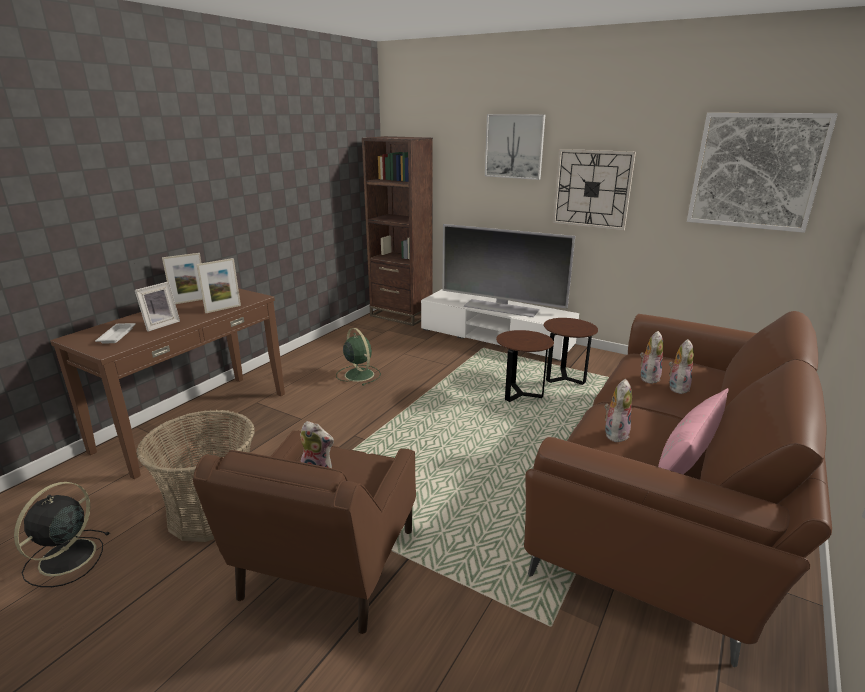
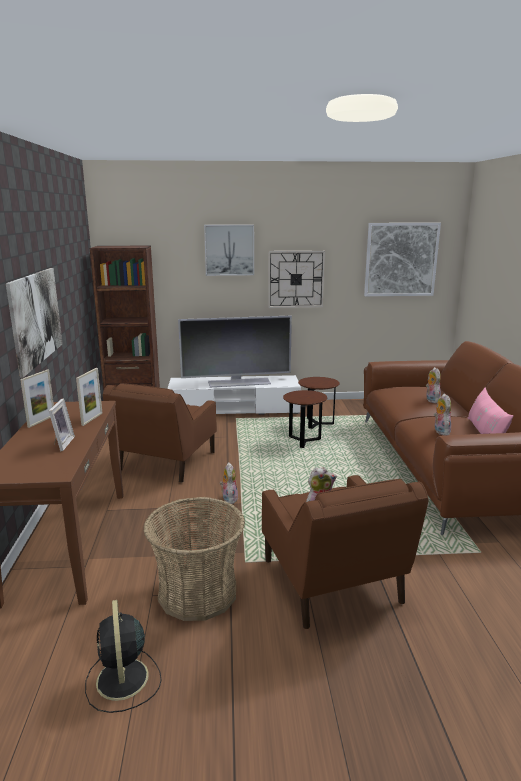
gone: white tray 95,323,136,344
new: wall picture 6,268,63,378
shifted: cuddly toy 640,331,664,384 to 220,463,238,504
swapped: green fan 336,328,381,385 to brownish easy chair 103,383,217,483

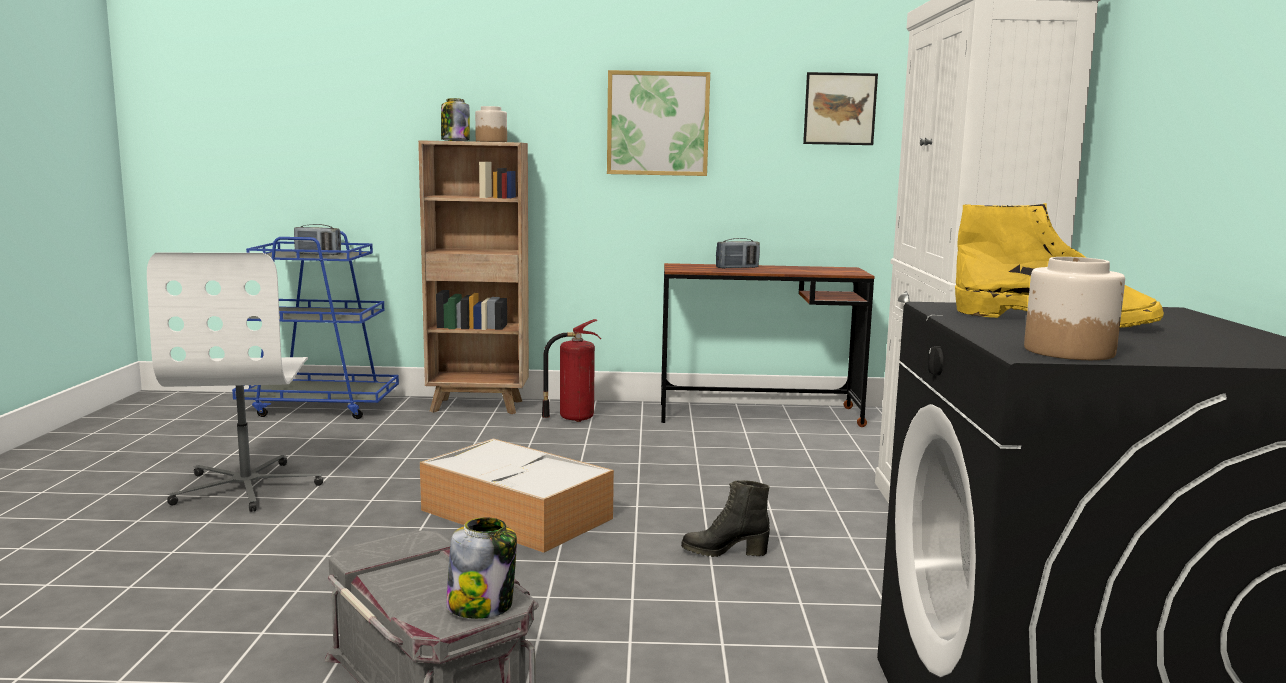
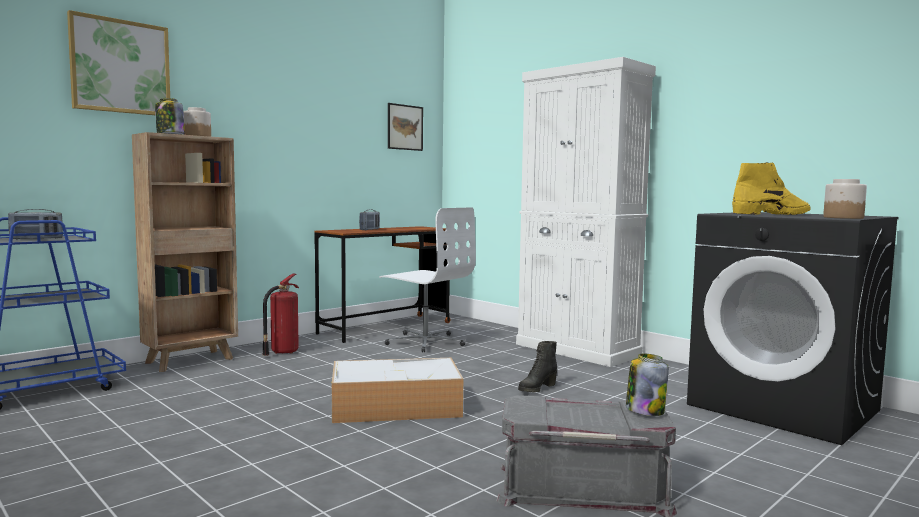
shifted: white office chair 147,253,323,512 to 379,207,476,353; wall picture 607,70,710,176 to 67,10,170,115

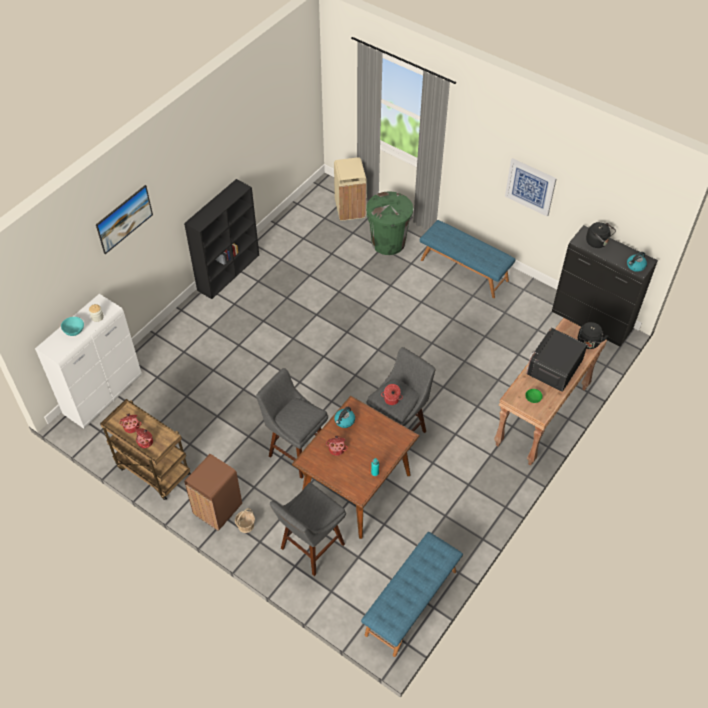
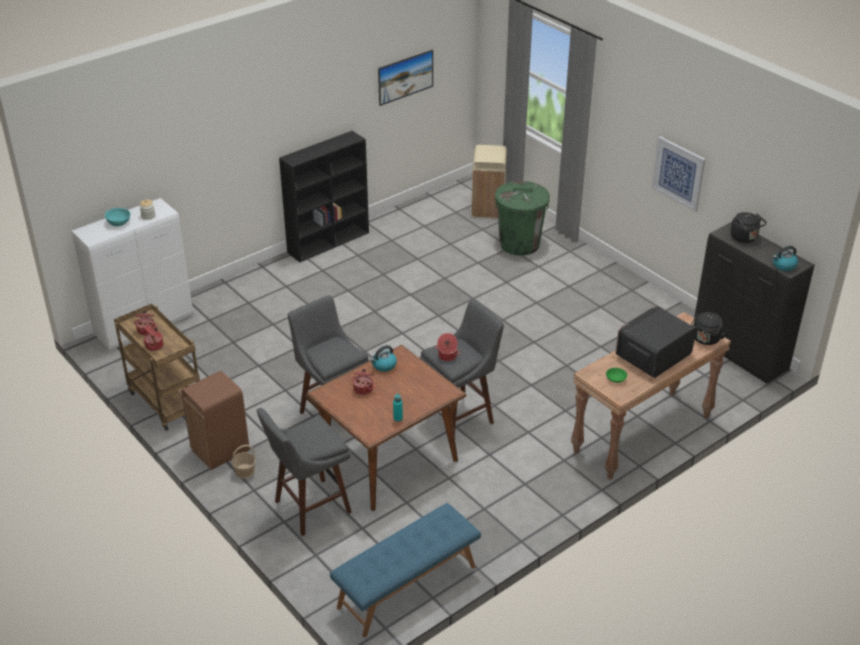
gone: blue-coloured bench 420,220,516,298
shifted: wall picture 96,185,153,254 to 378,50,433,106

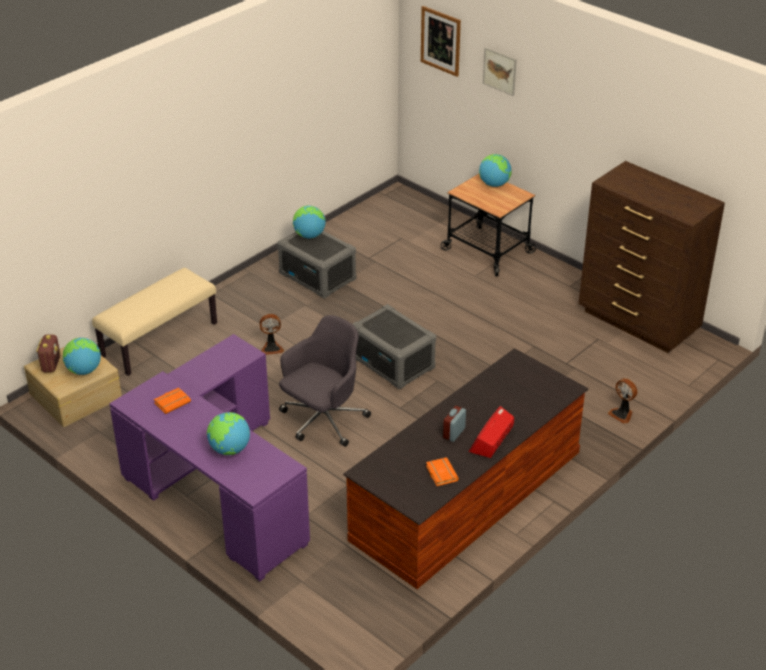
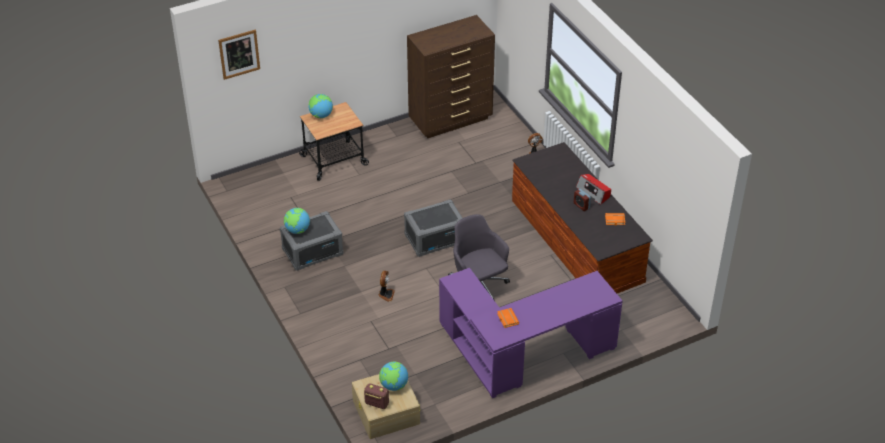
gone: beige bench 92,268,217,376; globe 207,412,250,455; wall picture 483,47,517,96

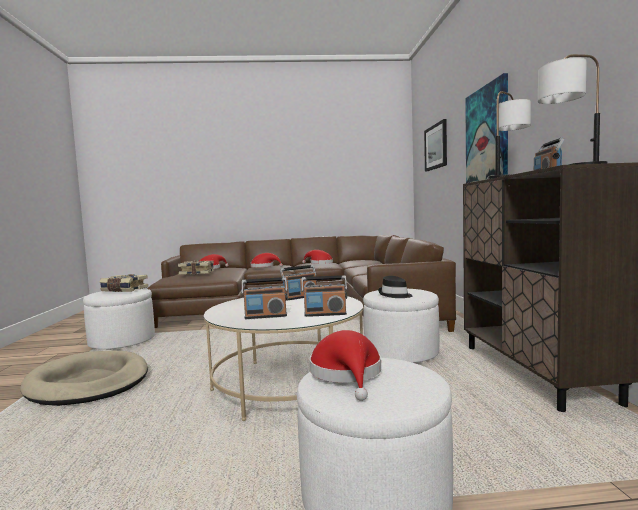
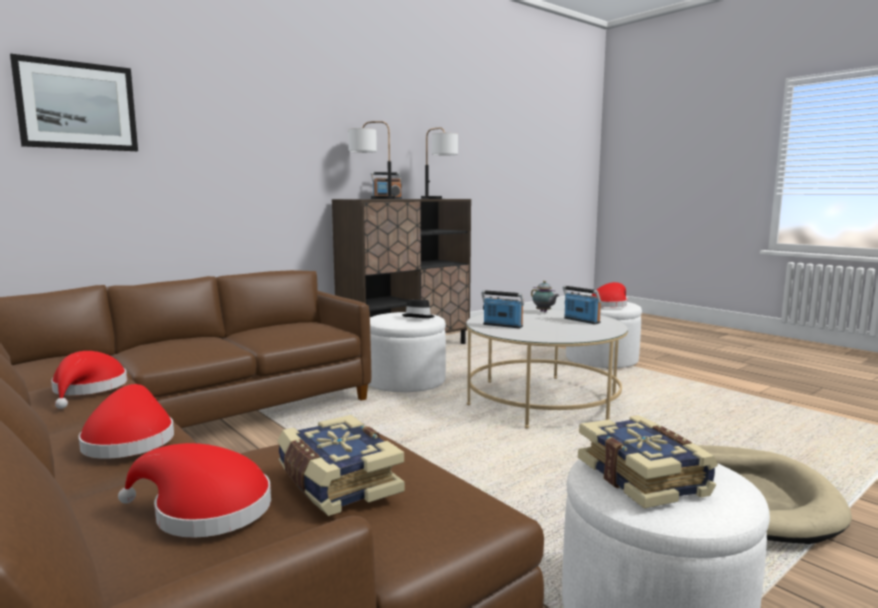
gone: wall picture 465,73,508,183
swapped: radio receiver 301,275,347,317 to tea pot 531,281,559,312

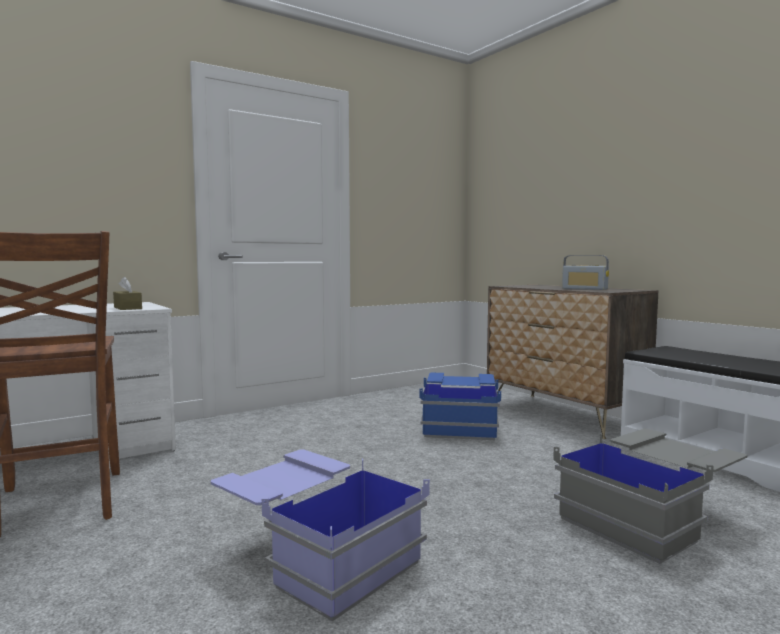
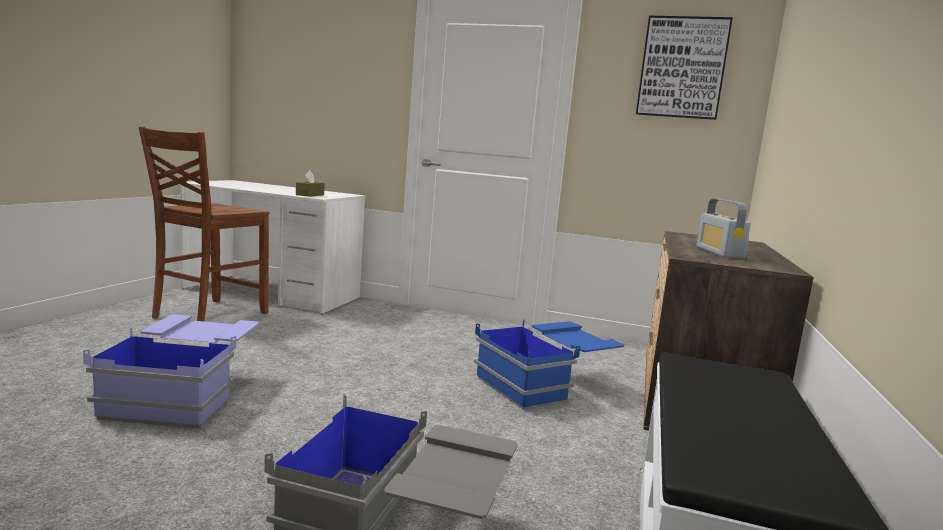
new: wall picture 636,16,733,120

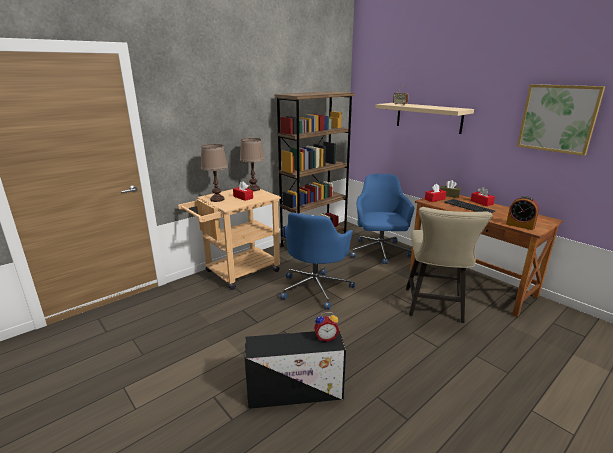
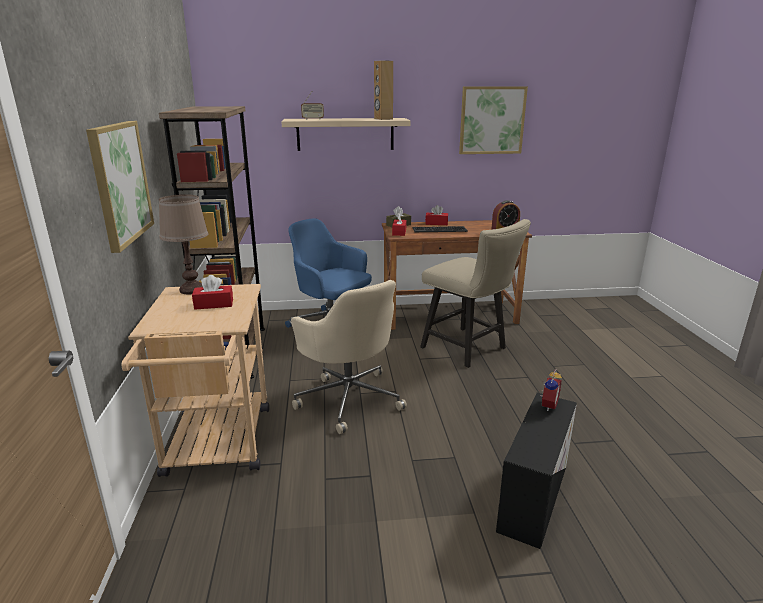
gone: brownish lamp for a table 201,144,228,202
new: wall picture 86,121,154,253; brownish speaker 374,60,393,120
repainted: blue-coloured office chair 280,212,355,310 to beige office chair 291,280,407,434

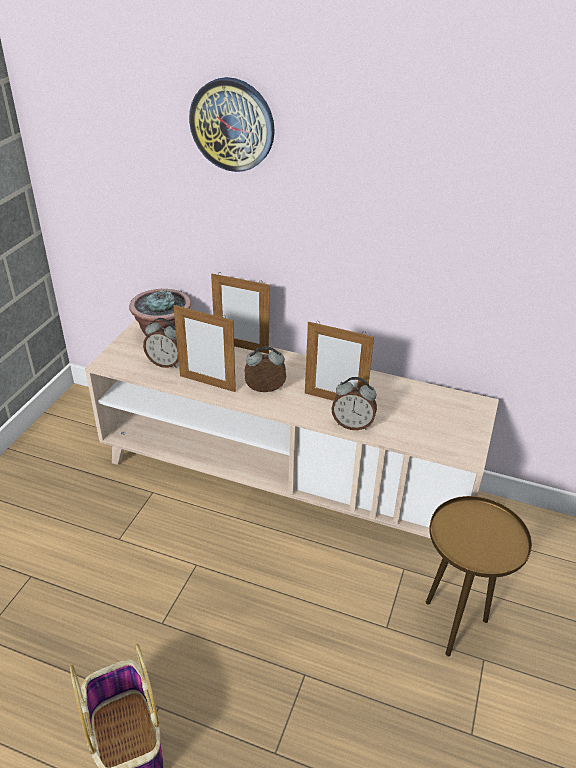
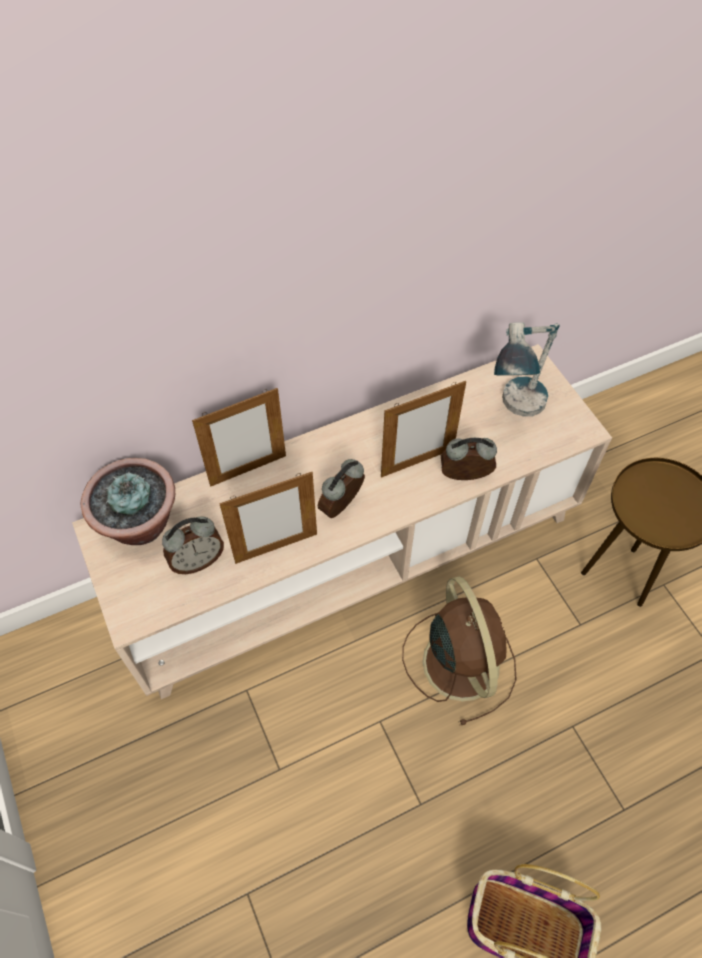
gone: hanging clock 189,77,275,172
new: brownish fan 402,576,517,726; lamp for a table 494,322,560,417
rotated: bedside clock 331,377,377,430 = 441,438,497,480 150 degrees counterclockwise

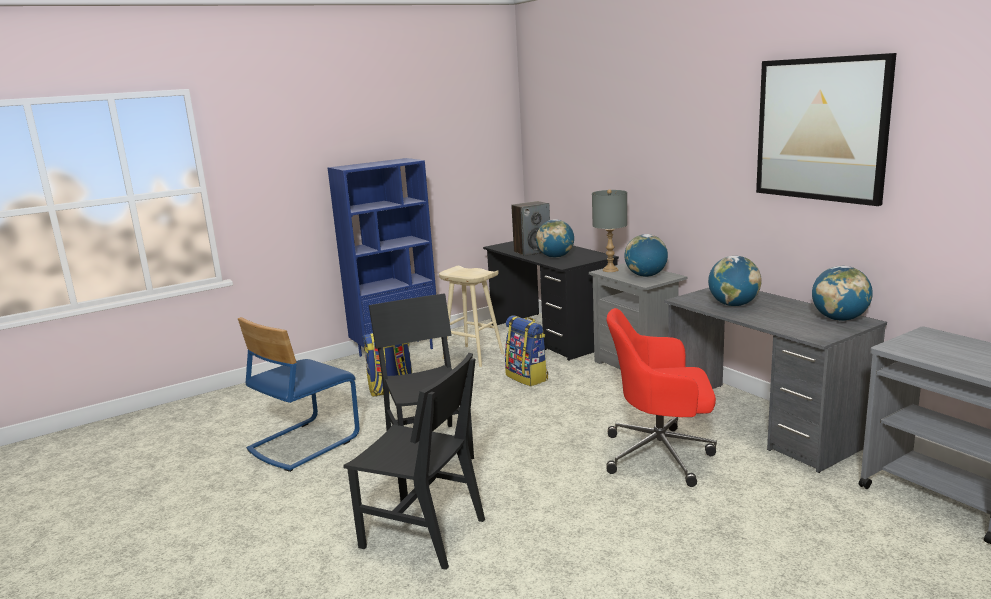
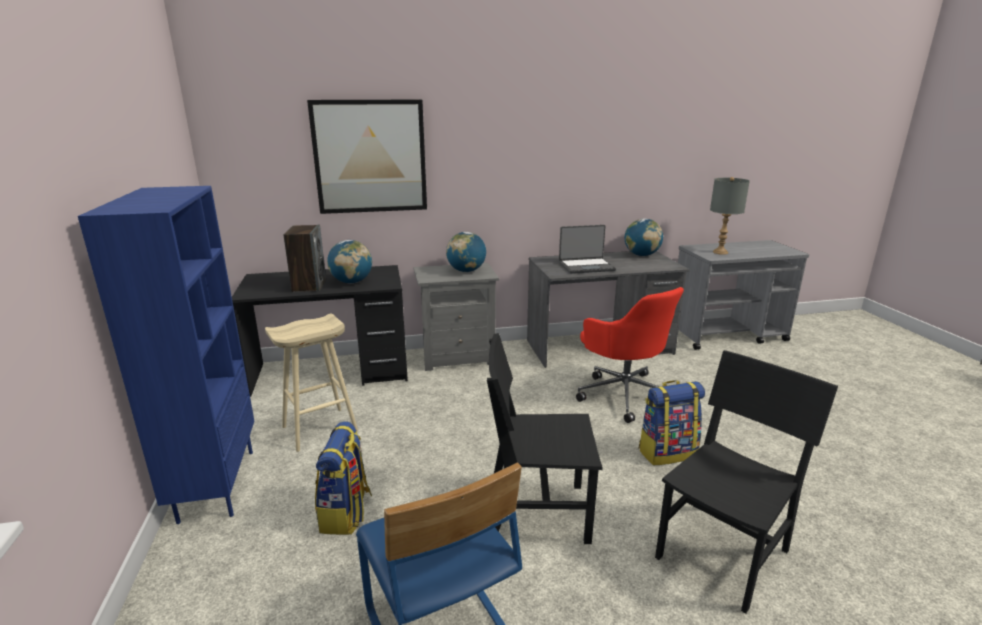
shifted: knapsack 505,315,548,386 to 639,380,705,465; greyish lamp for a table 592,189,627,272 to 710,177,750,255; wall picture 756,53,896,206 to 307,100,427,214
swapped: globe 708,256,762,306 to laptop 559,225,616,274
rotated: reddish office chair 606,308,717,487 = 576,287,684,423 60 degrees counterclockwise

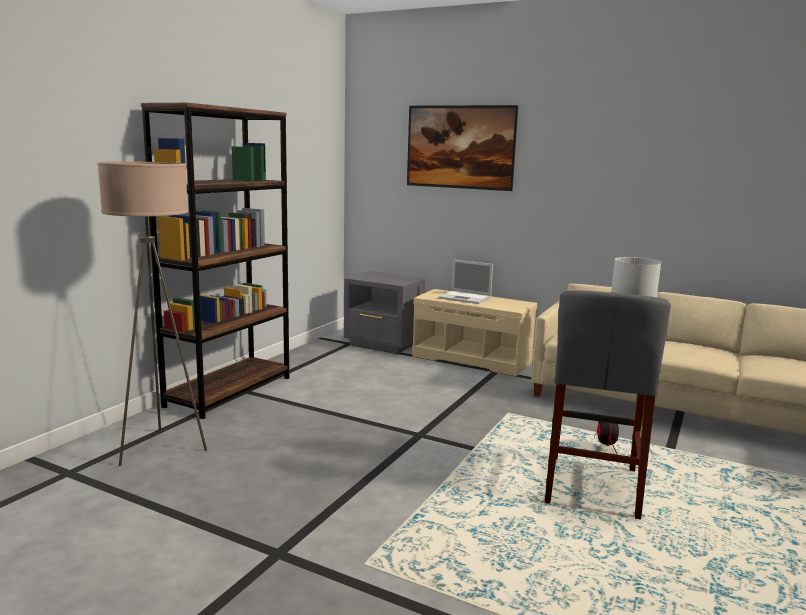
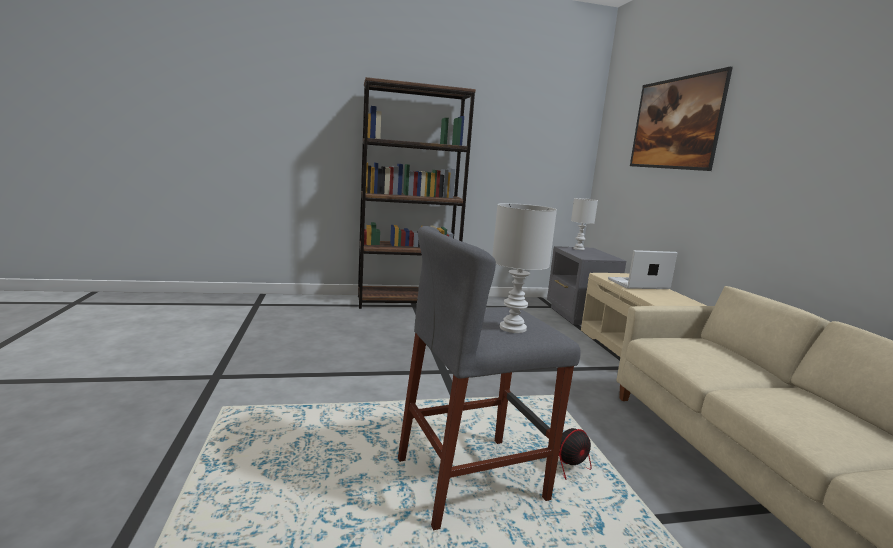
gone: beige standard lamp 97,161,207,466
new: white lamp for a table 571,198,598,250
rotated: laptop 439,260,493,304 = 608,250,677,289 90 degrees clockwise

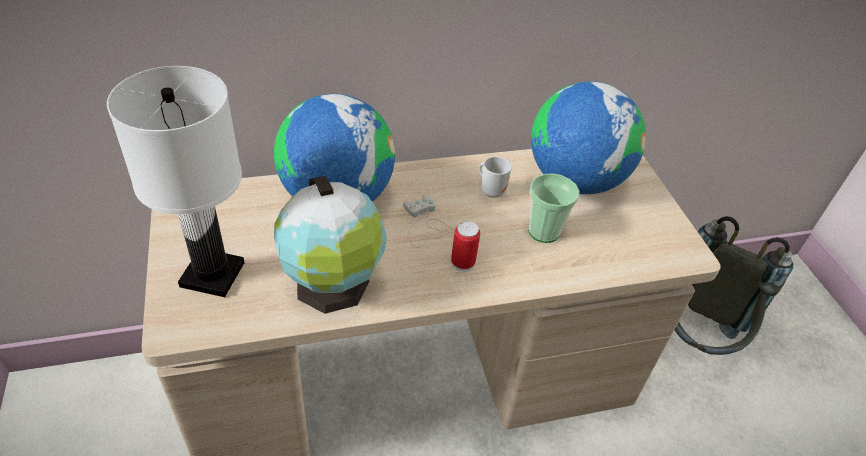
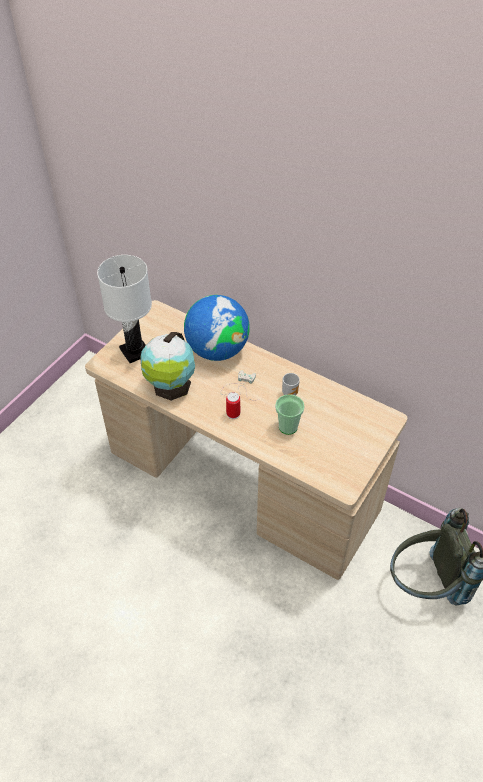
gone: globe 531,81,646,194

